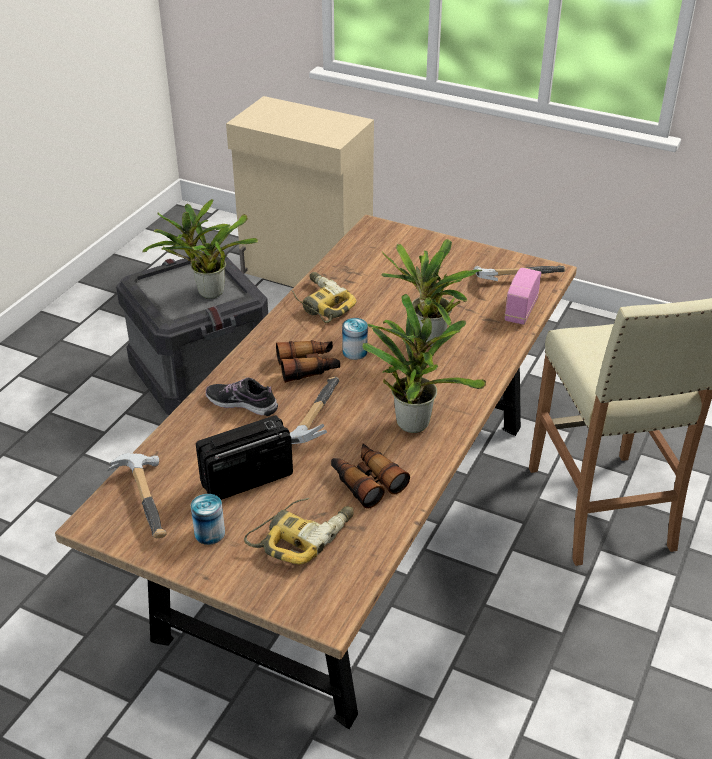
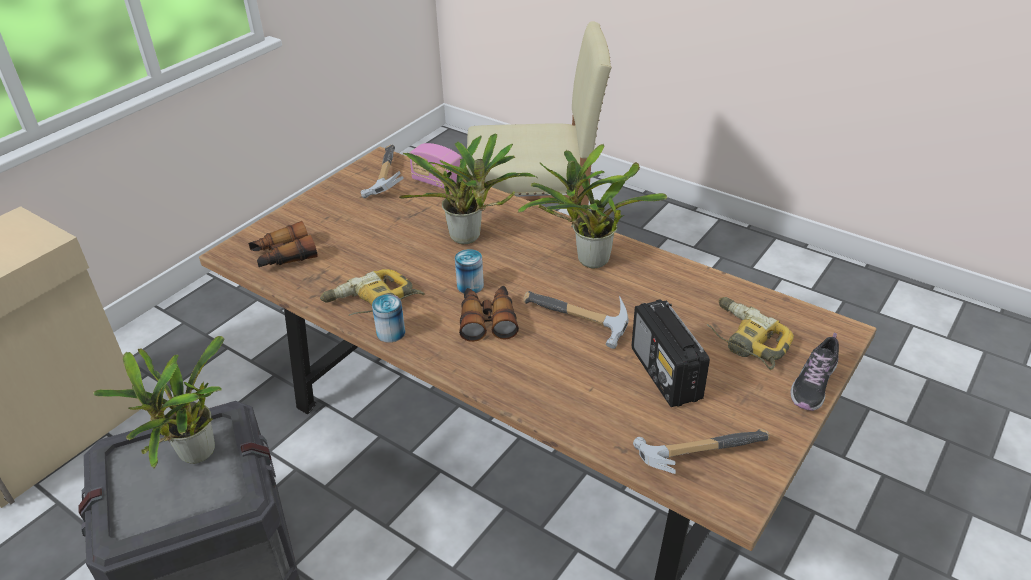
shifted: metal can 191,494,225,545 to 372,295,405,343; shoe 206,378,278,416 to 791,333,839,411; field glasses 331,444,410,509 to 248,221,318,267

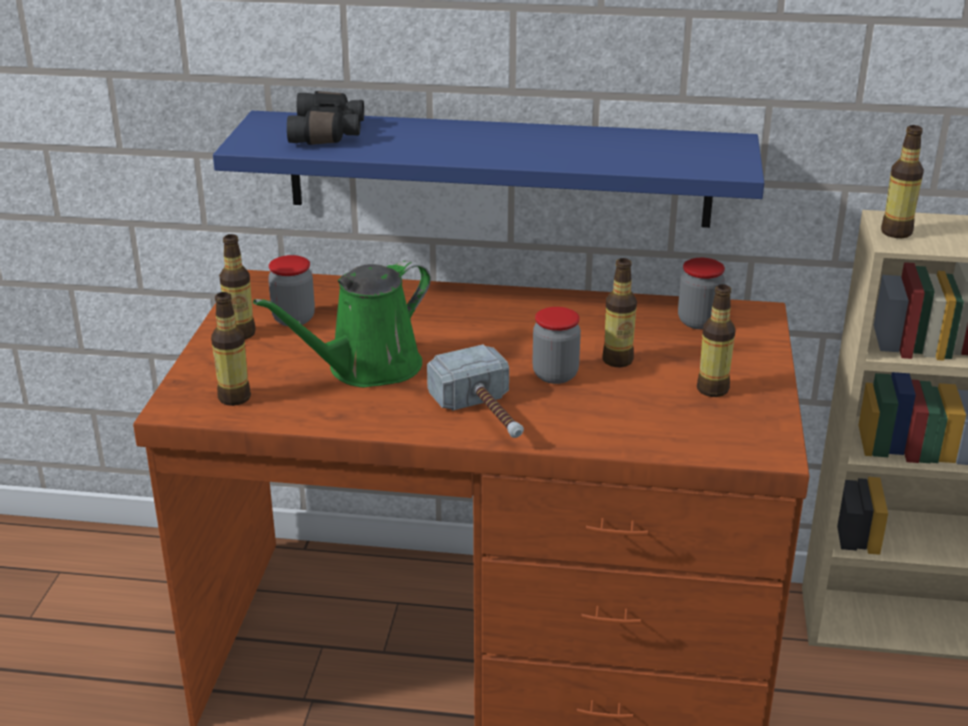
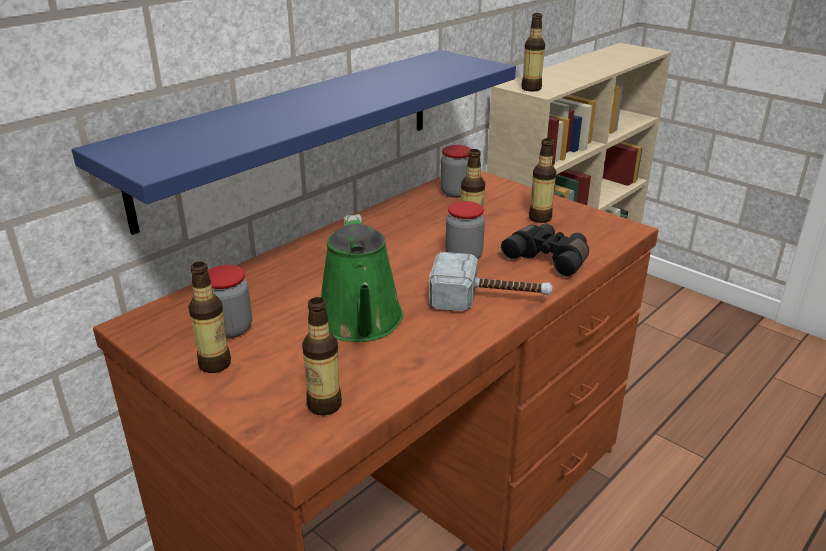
shifted: black field glasses 287,91,364,145 to 501,224,589,277

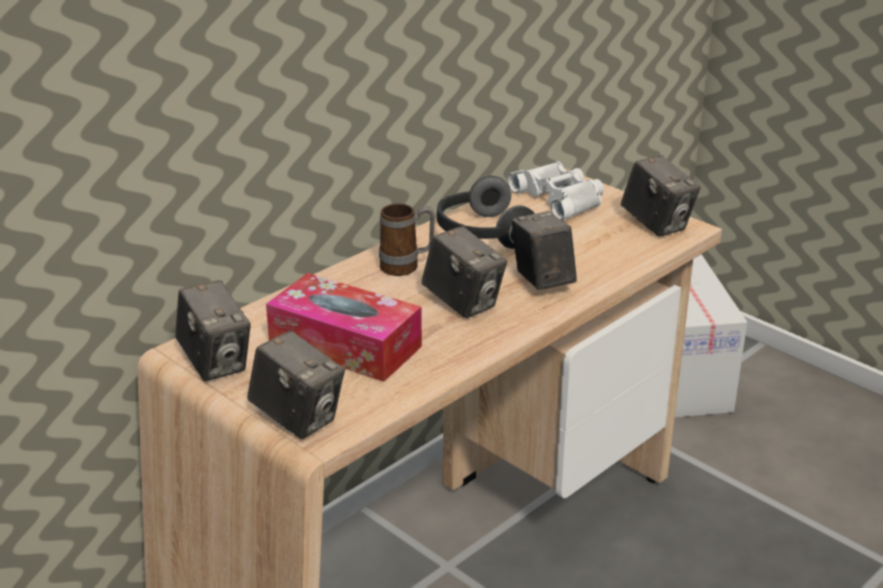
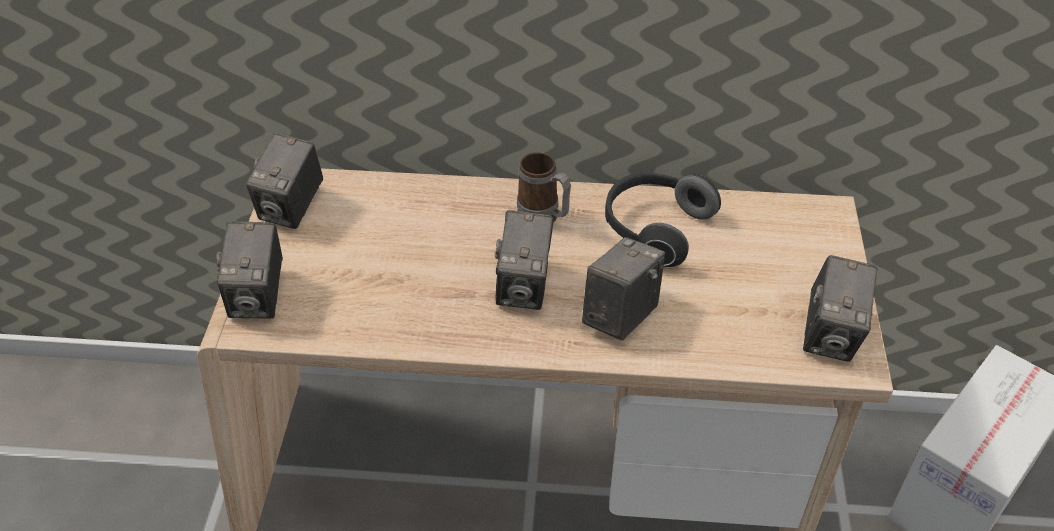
gone: tissue holder 266,273,422,382; white field glasses 508,161,604,220

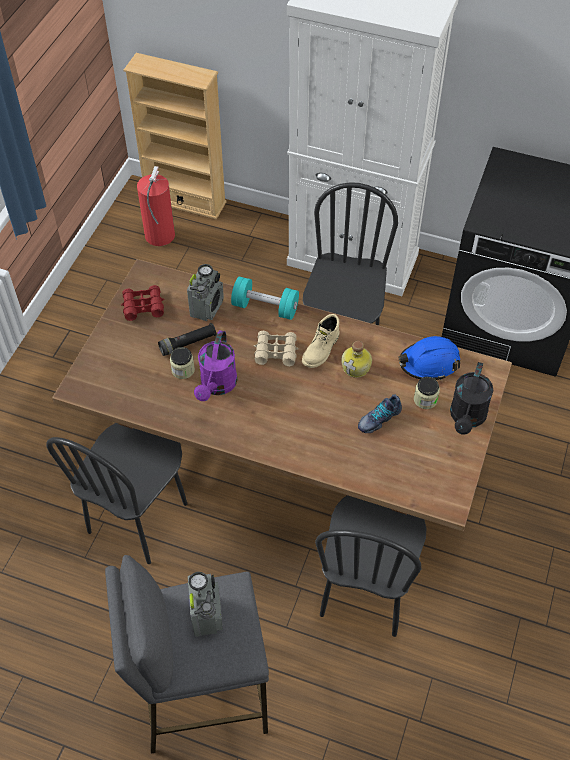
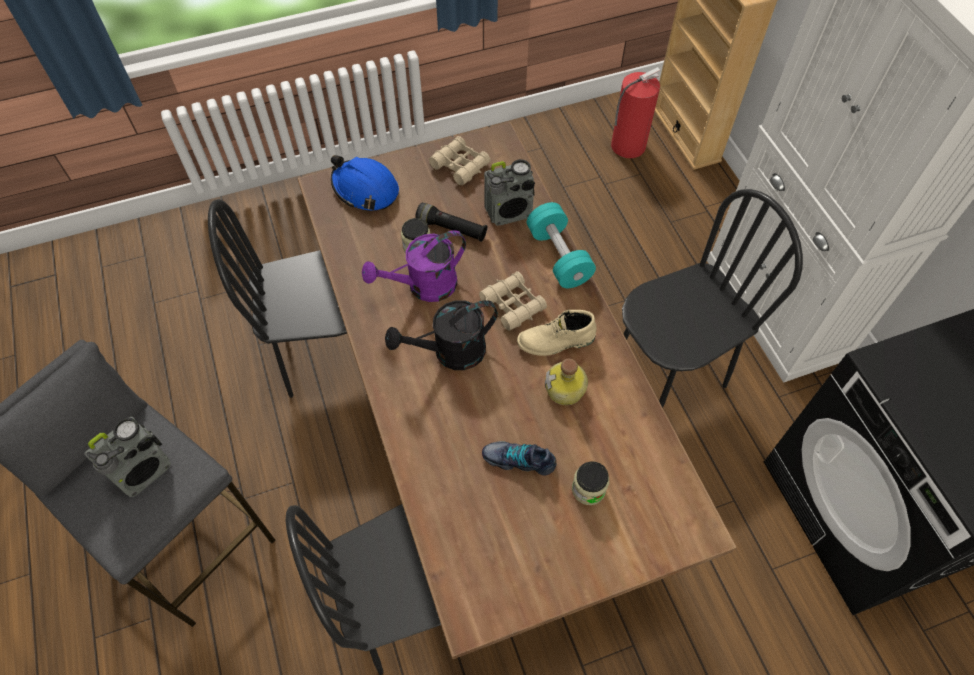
shifted: blue-coloured work helmet 399,336,460,380 to 331,155,399,210; black watering can 450,362,493,435 to 385,300,498,370
repainted: reddish field glasses 121,285,164,321 to beige field glasses 429,136,490,185

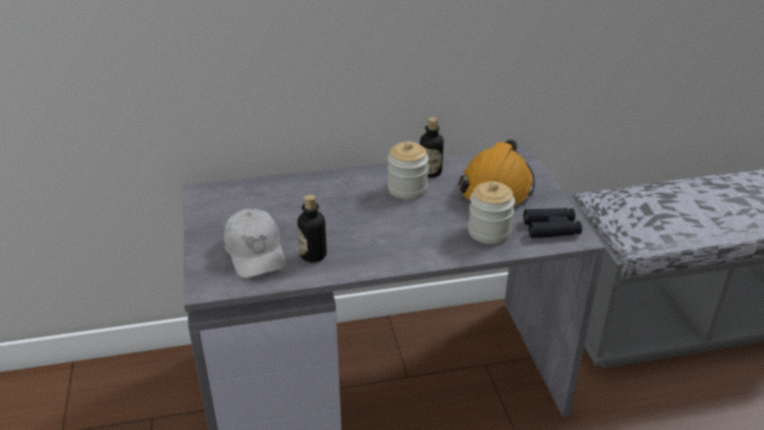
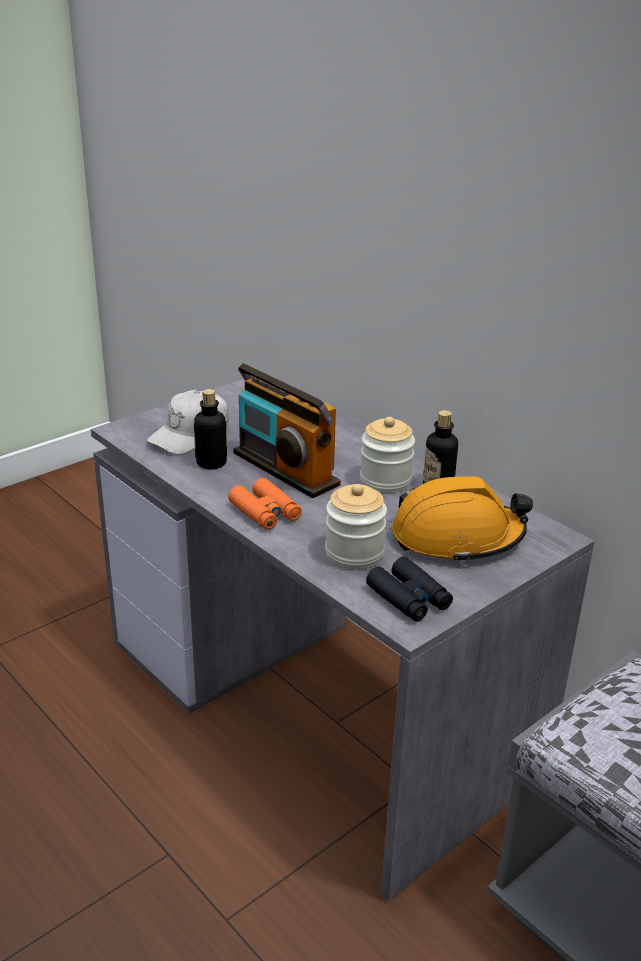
new: orangey field glasses 228,478,302,530; radio receiver 233,363,341,498

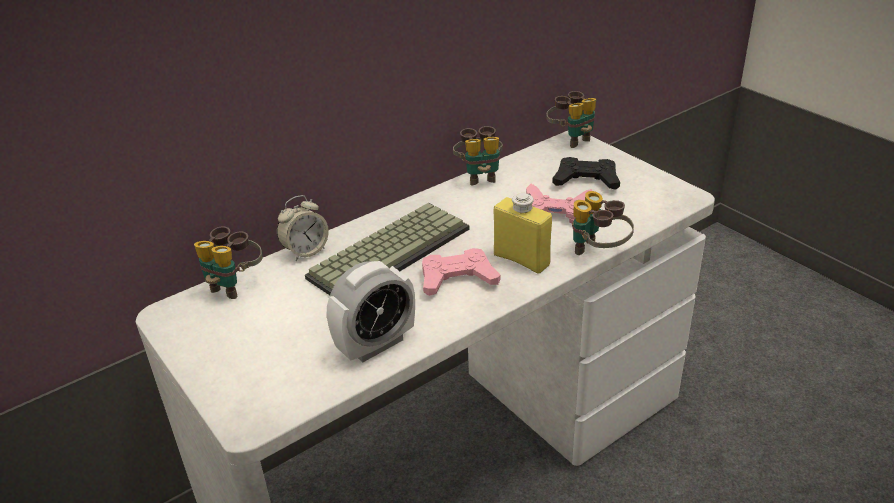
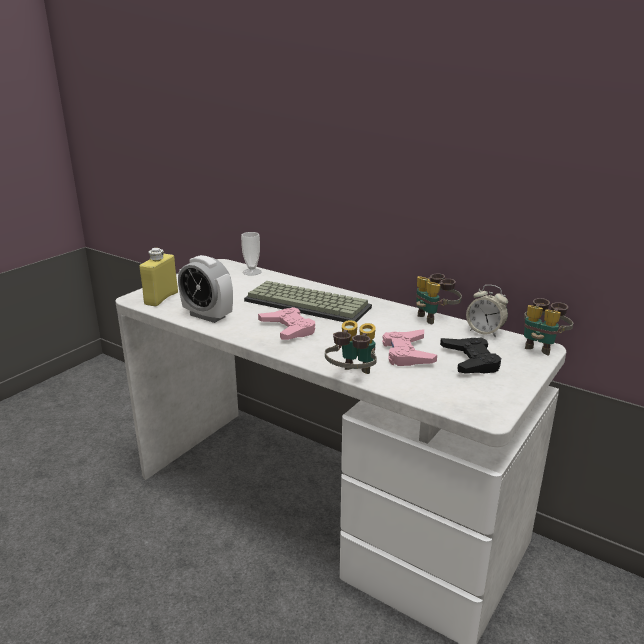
shifted: bedside clock 277,195,329,261 to 466,285,508,337; yellowish beverage bottle 494,193,552,274 to 140,248,178,306
swapped: field glasses 194,226,263,299 to cup 241,232,262,276

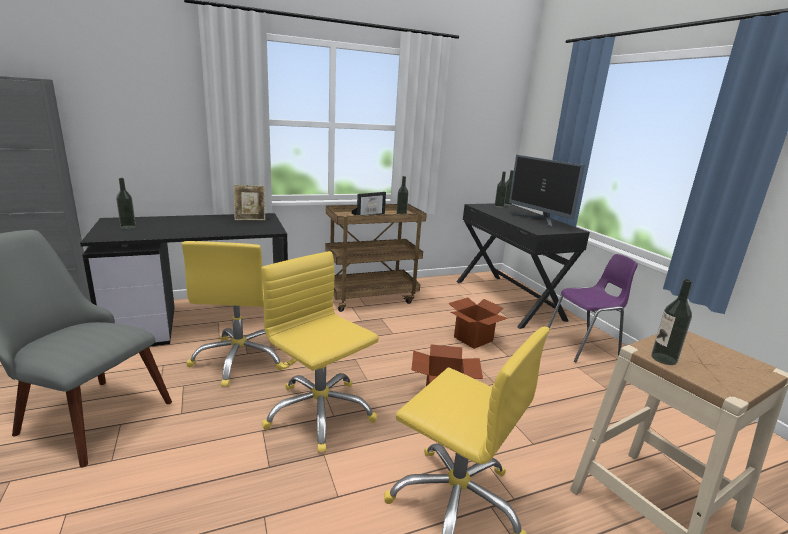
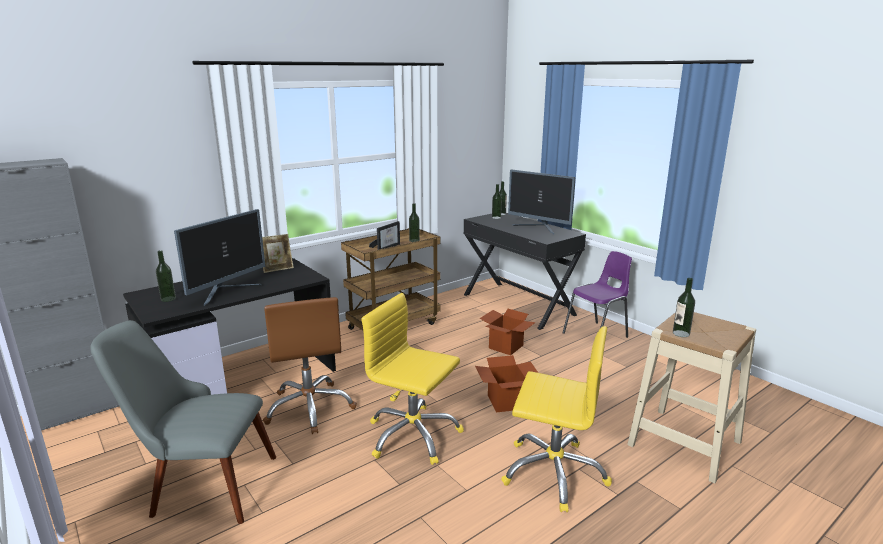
new: monitor 174,209,265,306
repainted: yellowish office chair 182,241,283,387 to brownish office chair 263,297,357,434

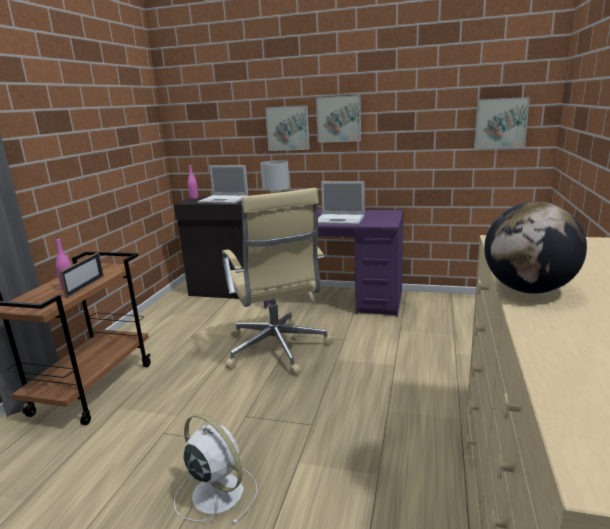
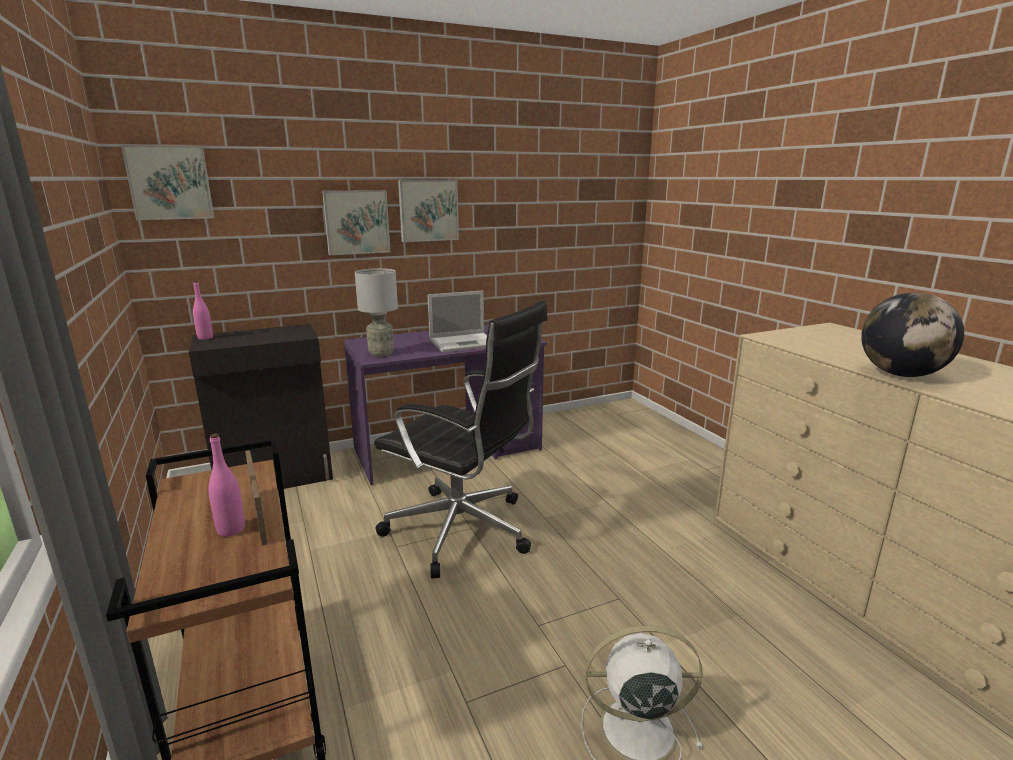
gone: laptop 197,165,248,204
shifted: wall picture 474,97,530,148 to 121,145,214,220
repainted: beige office chair 222,188,334,376 to black office chair 374,300,548,578

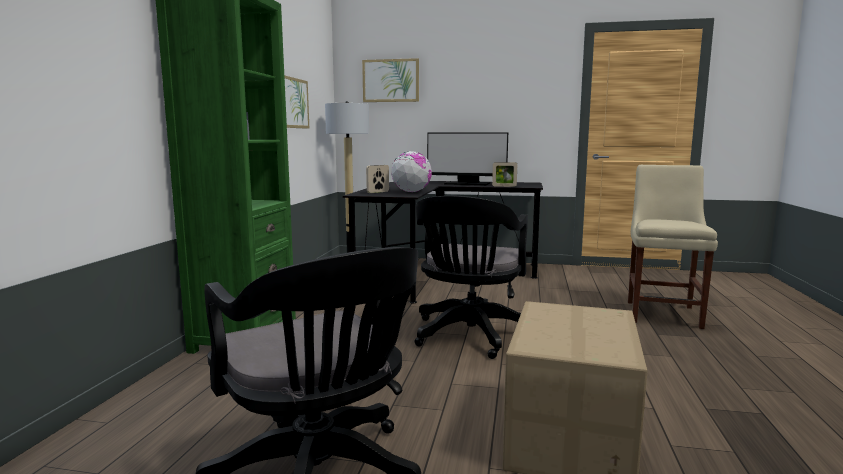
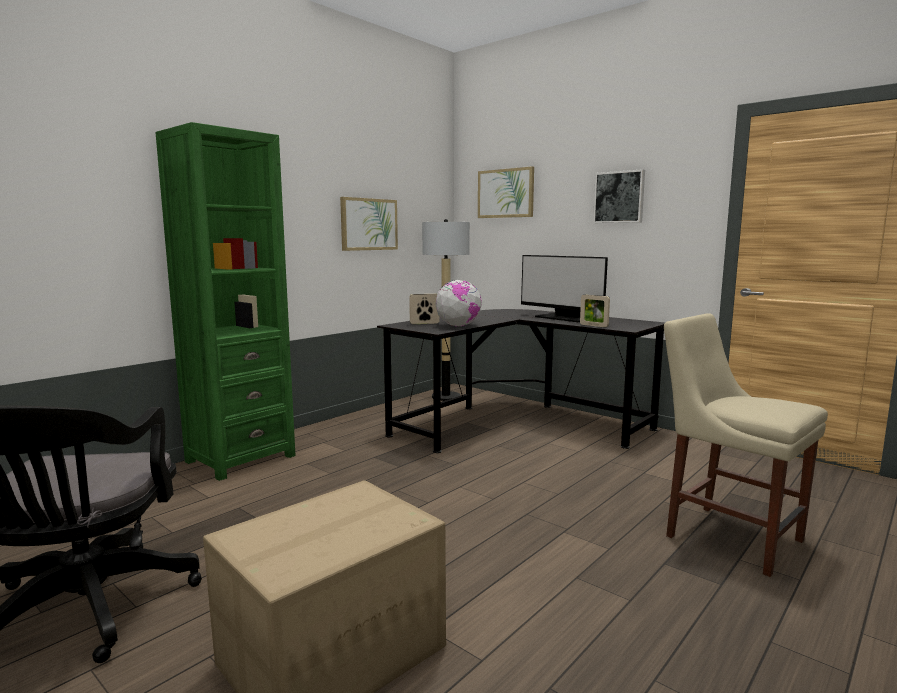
gone: black office chair 415,196,528,359
new: wall picture 593,169,645,223
rotated: beige plain chair 628,165,718,329 = 664,313,828,577 90 degrees counterclockwise

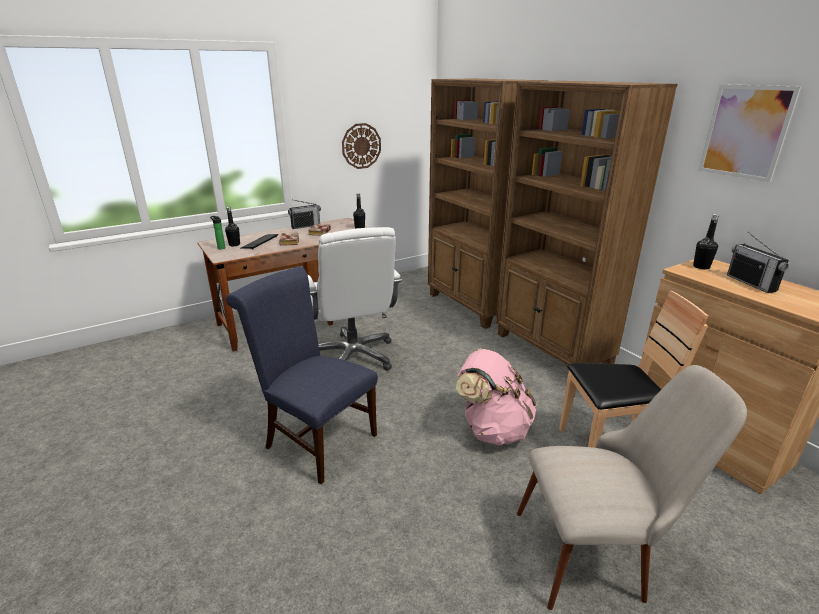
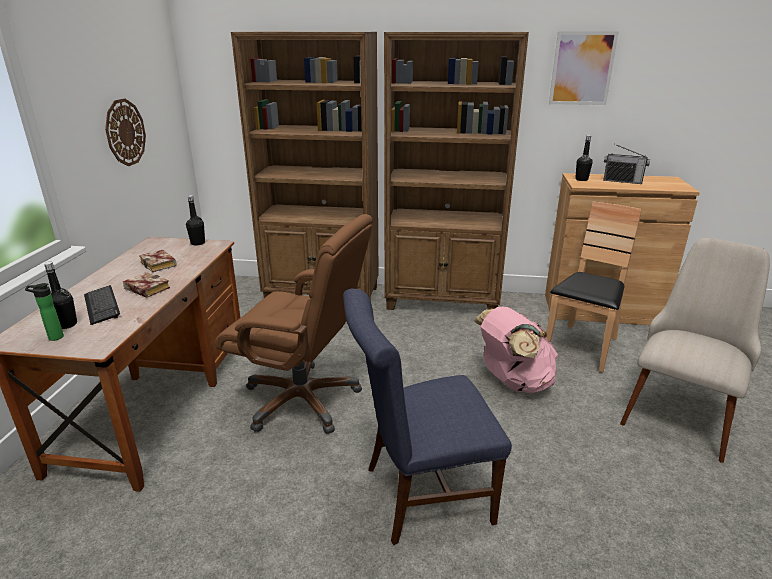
gone: radio receiver 288,200,321,229
repainted: white office chair 308,227,402,371 to brownish office chair 215,214,373,434

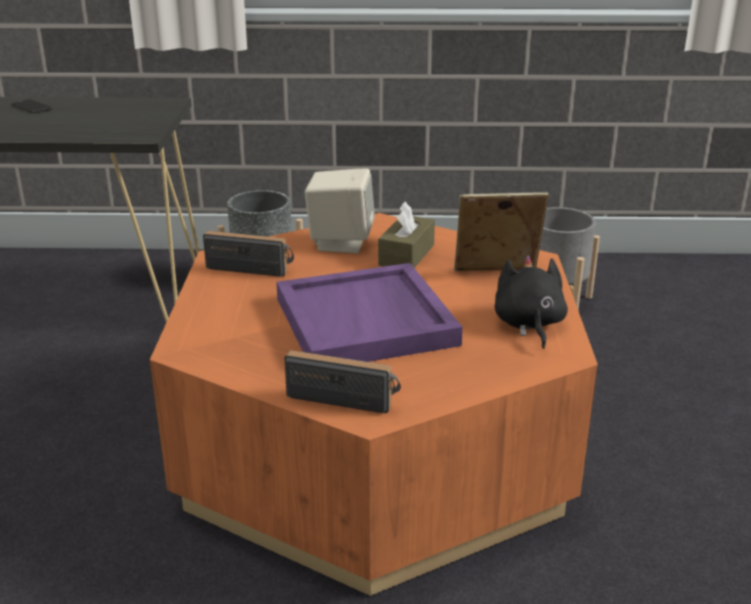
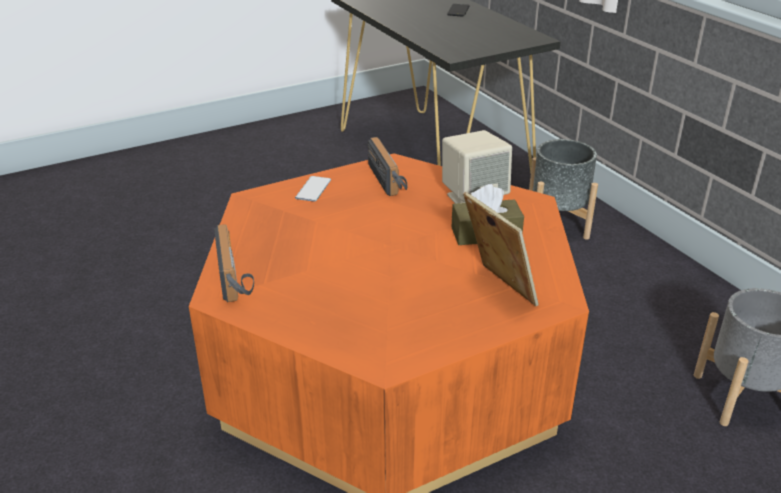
gone: purple tray 276,263,463,362; black cuddly toy 495,256,568,349
new: telephone 295,176,331,202

